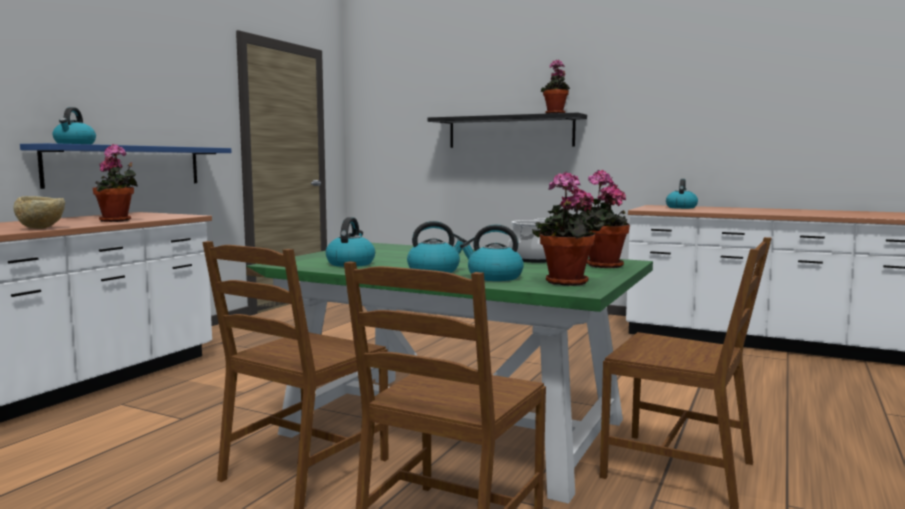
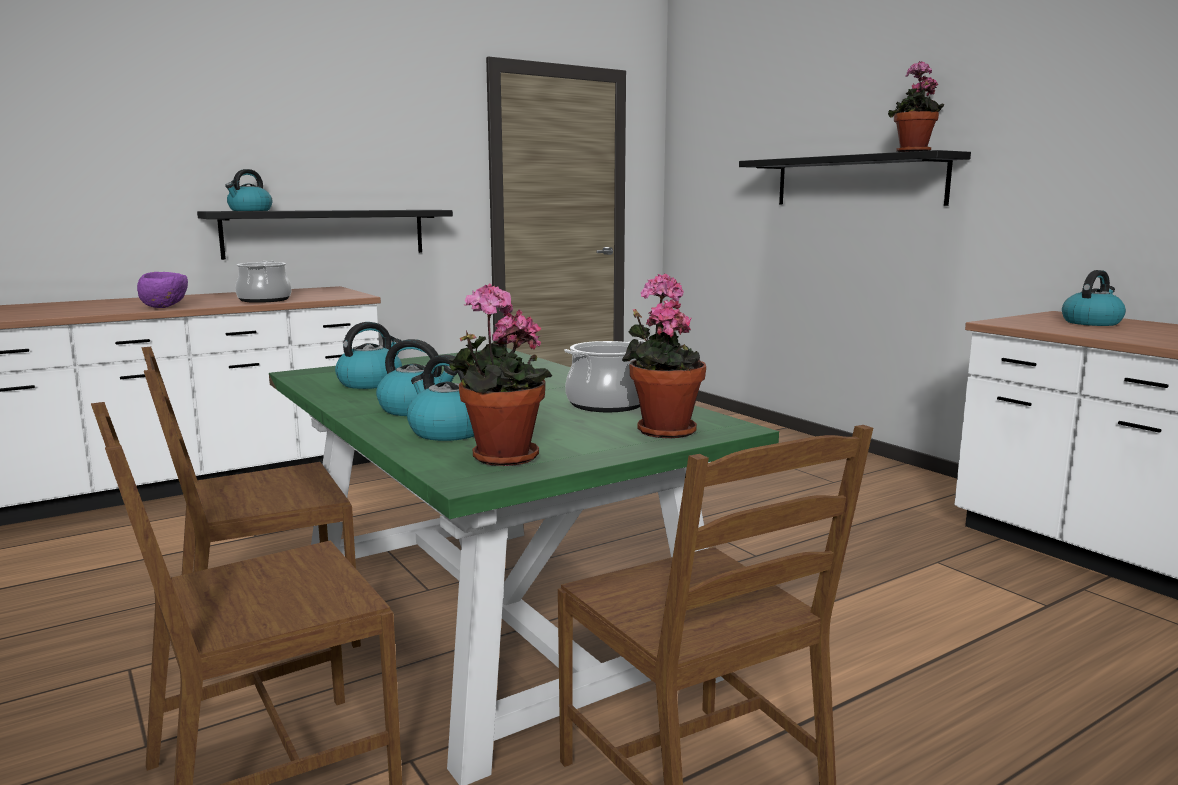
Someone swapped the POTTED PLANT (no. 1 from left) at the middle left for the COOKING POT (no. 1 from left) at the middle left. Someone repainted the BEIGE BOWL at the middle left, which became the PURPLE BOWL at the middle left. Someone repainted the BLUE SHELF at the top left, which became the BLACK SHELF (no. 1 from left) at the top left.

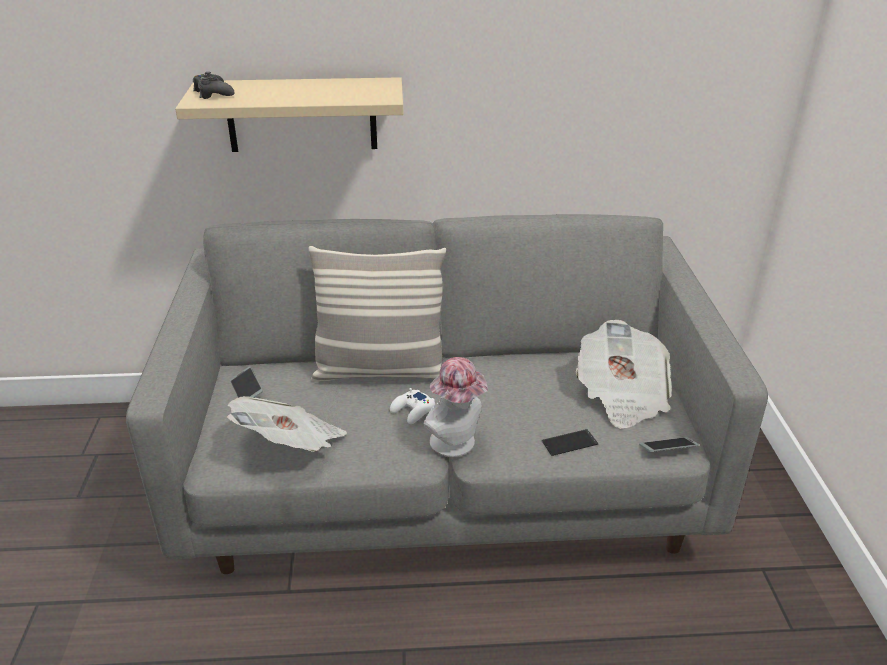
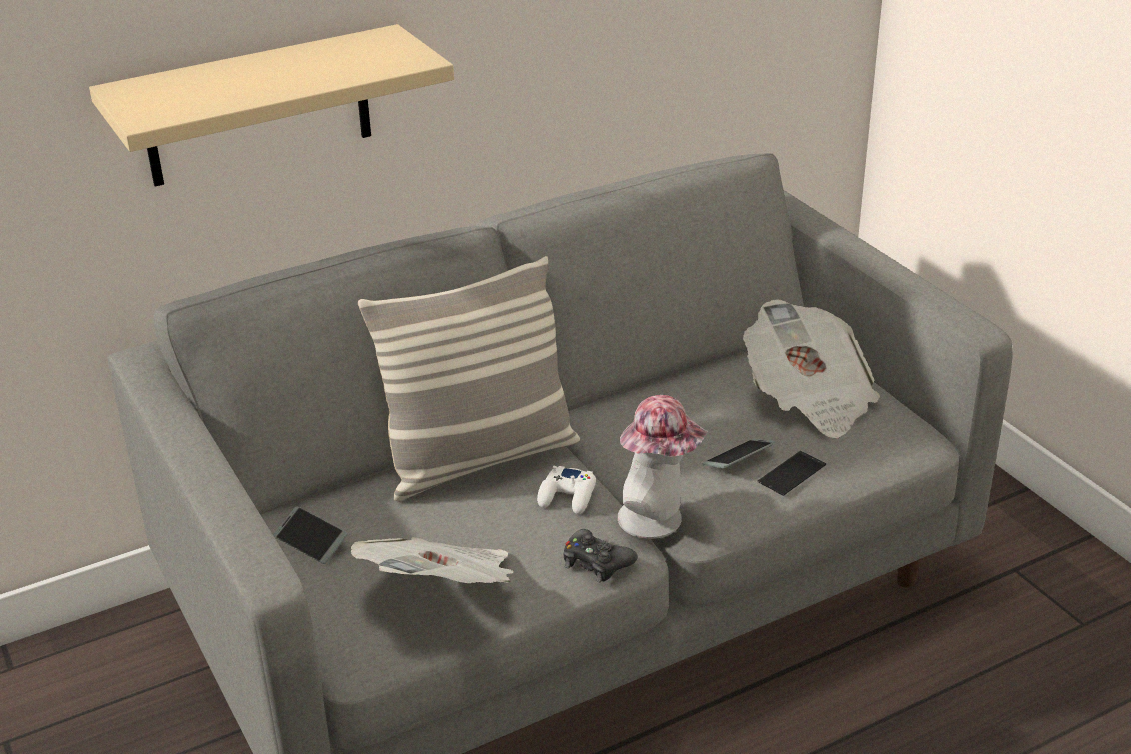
Someone carried the BLACK GAME CONTROLLER from the top left to the bottom centre. Someone carried the PHONE (no. 3 from left in the first image) from the bottom right to the centre.

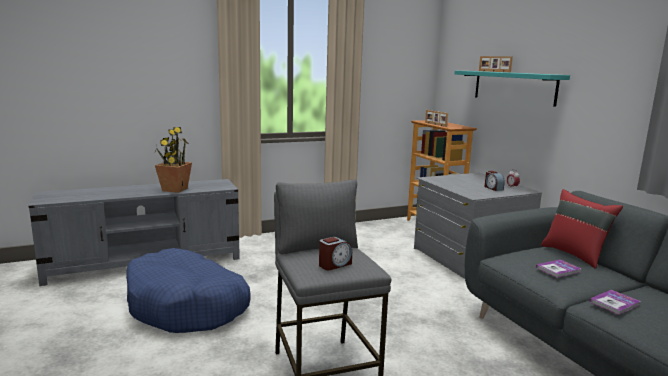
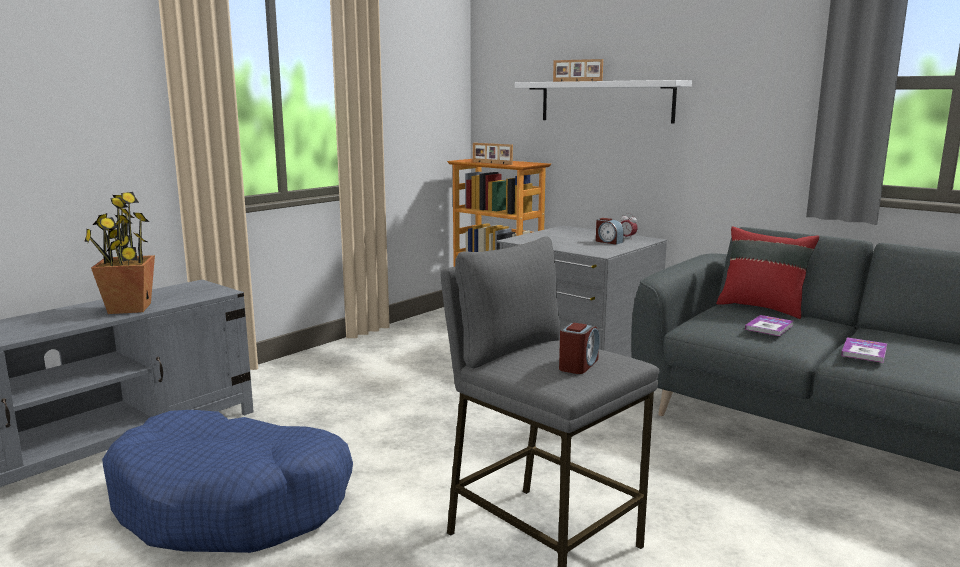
Someone repainted the TURQUOISE SHELF at the top right, which became the WHITE SHELF at the top centre.

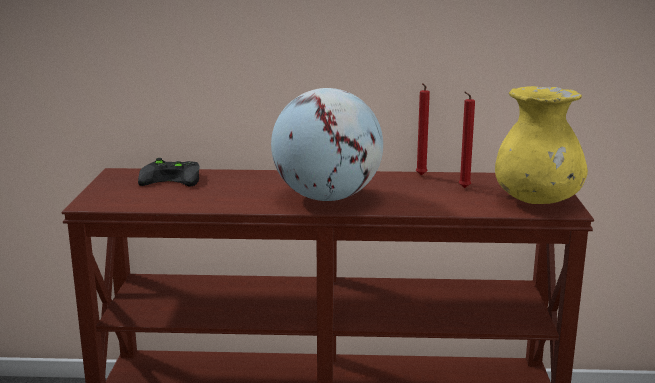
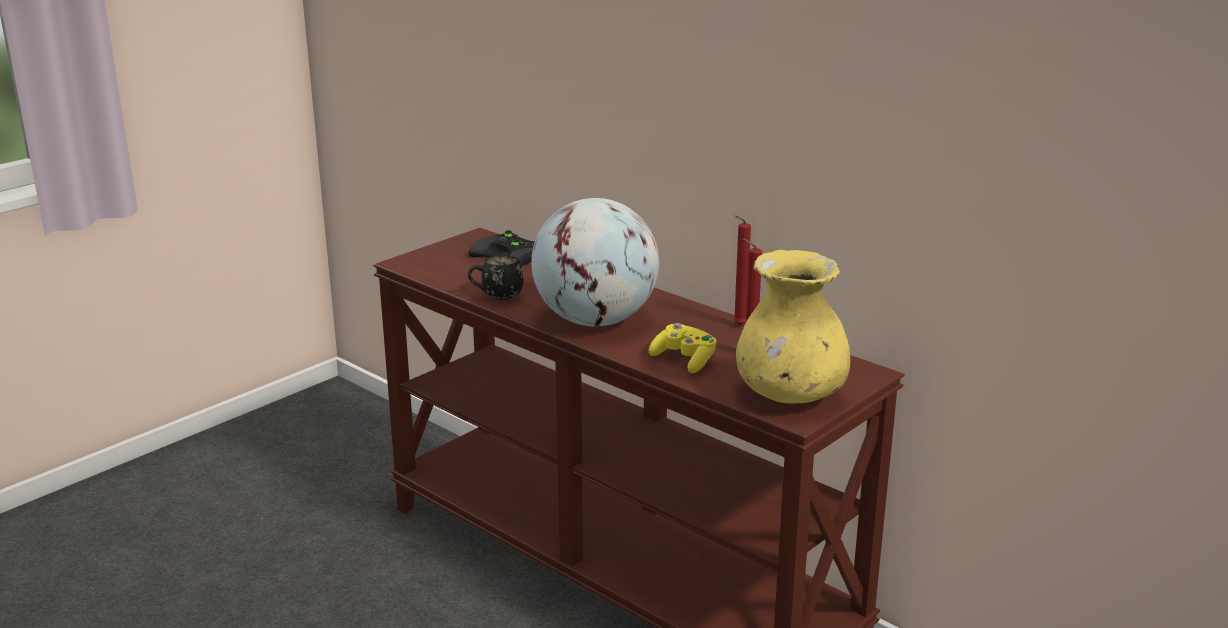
Someone put down the BLACK MUG at the centre. Someone put down the YELLOW GAME CONTROLLER at the centre.

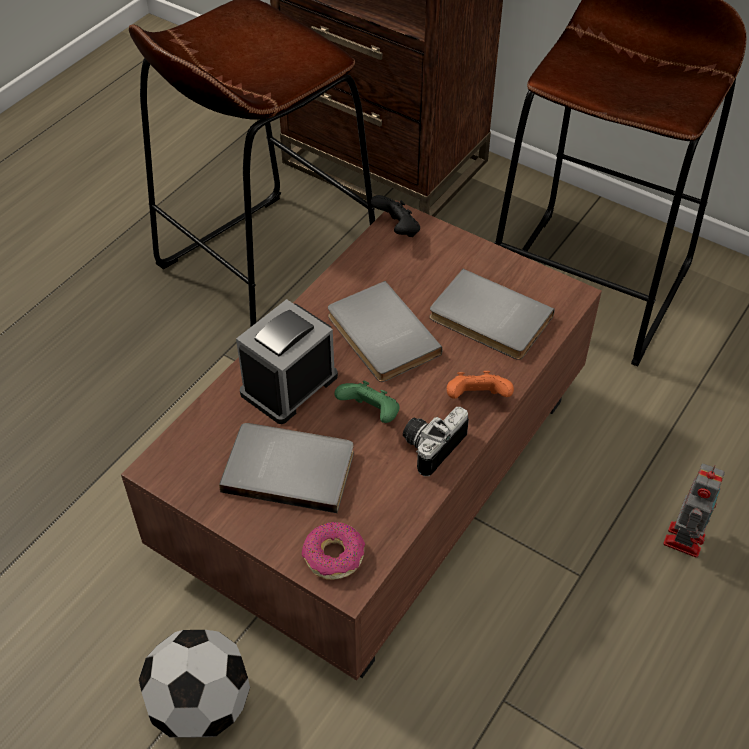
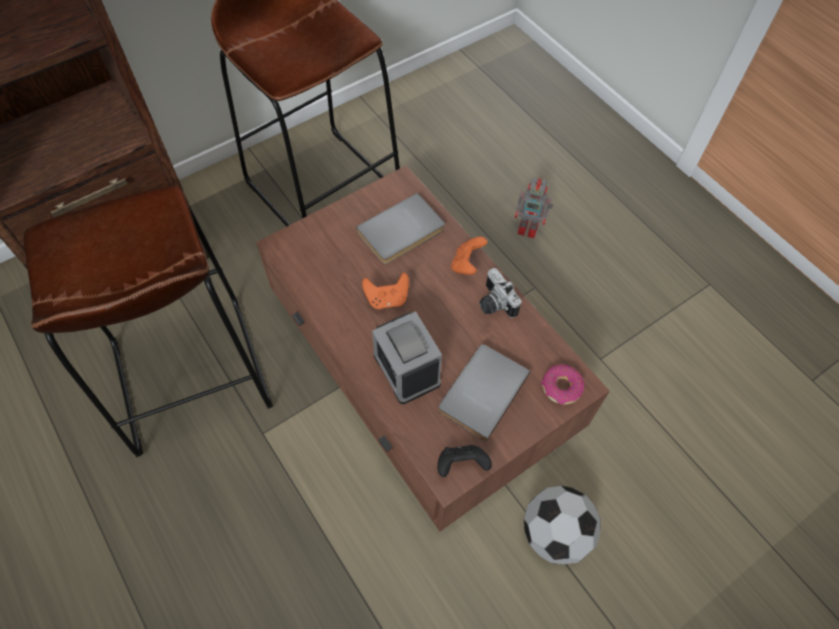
Someone took away the GREEN GAME CONTROLLER at the centre. Someone carried the BLACK GAME CONTROLLER from the top centre to the bottom centre. Someone swapped the GREY BOOK (no. 2 from left) at the centre for the ORANGE GAME CONTROLLER (no. 1 from left) at the centre. Someone rotated the TOY ROBOT at the bottom right by 150 degrees clockwise.

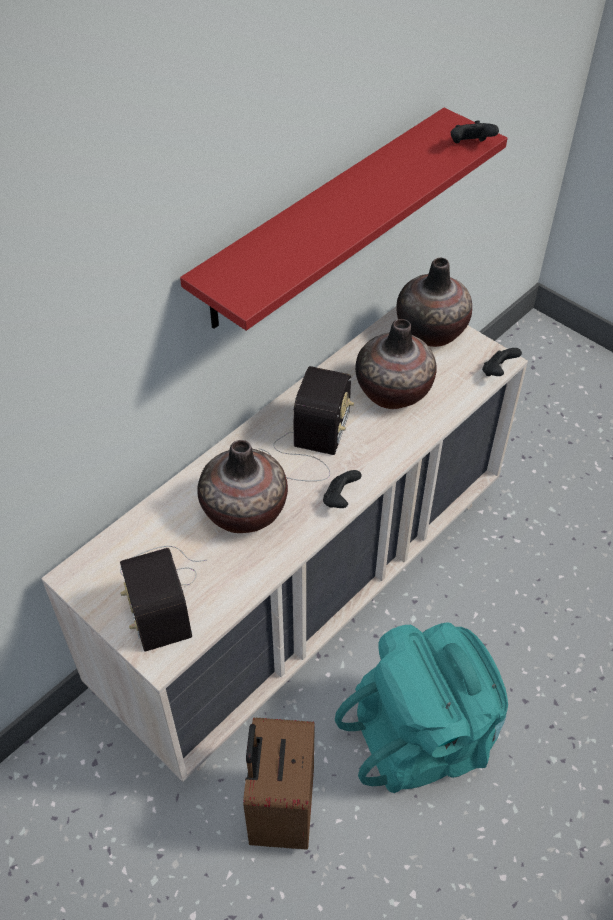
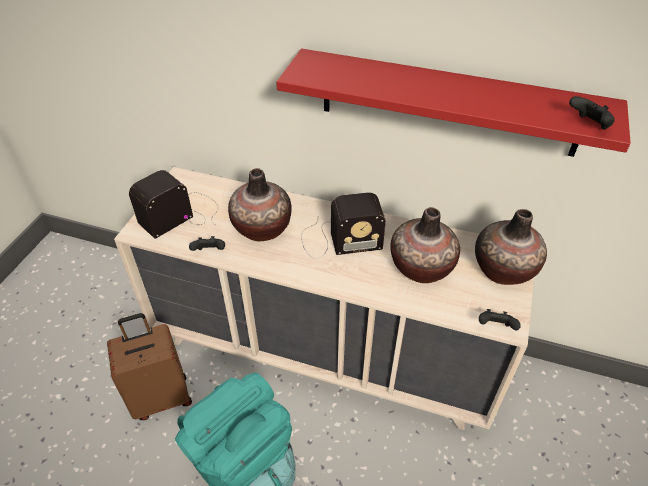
Someone carried the BLACK GAME CONTROLLER (no. 1 from left) from the centre to the middle left.

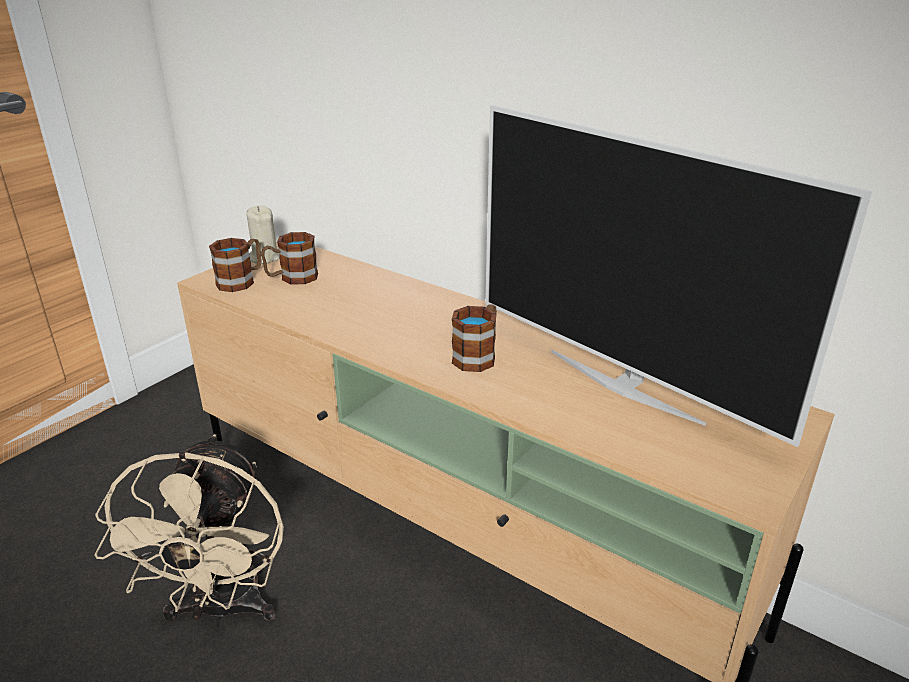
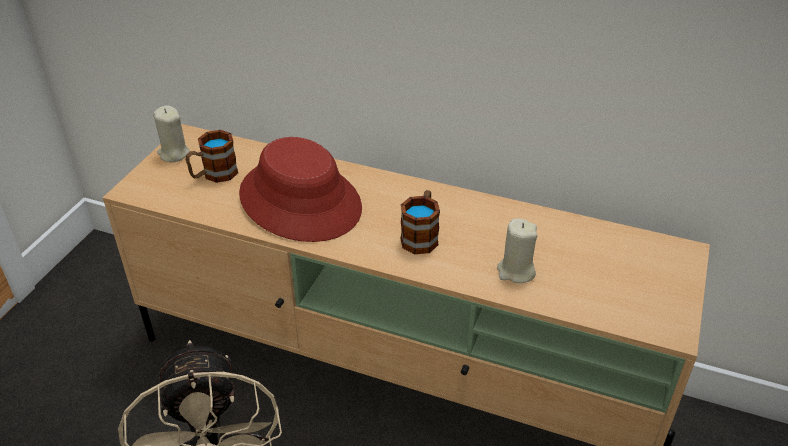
Someone took away the MUG (no. 1 from left) at the middle left. Someone took away the TELEVISION at the middle right. Someone put down the RED HAT at the centre. Someone put down the BEIGE CANDLE (no. 2 from left) at the centre.

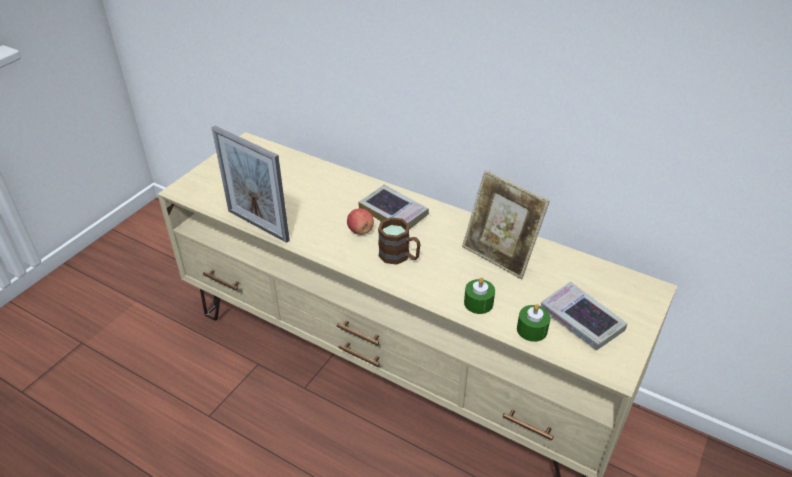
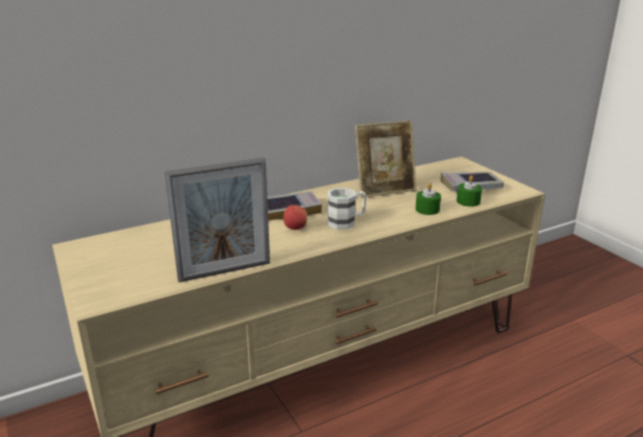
Someone repainted the BROWN MUG at the centre, which became the WHITE MUG at the centre.

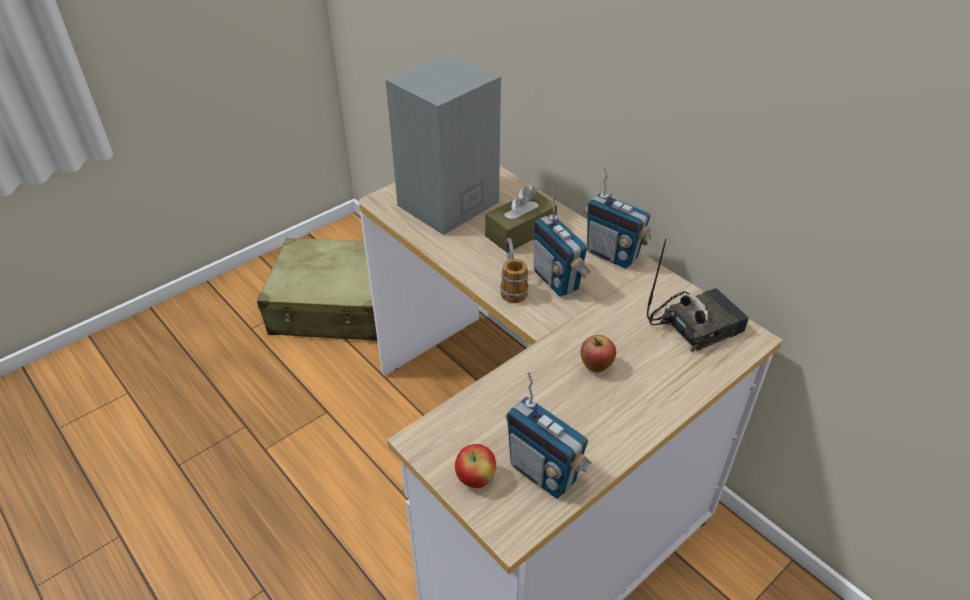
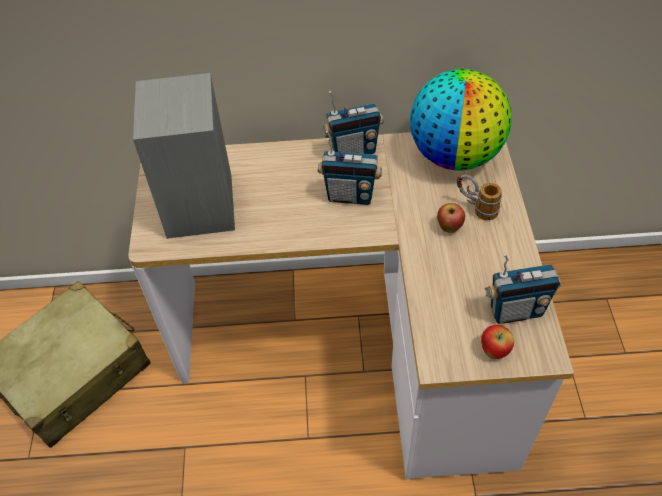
Someone took away the BROWN TISSUE BOX at the centre. Someone carried the MUG from the centre to the middle right. Someone swapped the RADIO (no. 4 from left) at the middle right for the GLOBE at the top right.

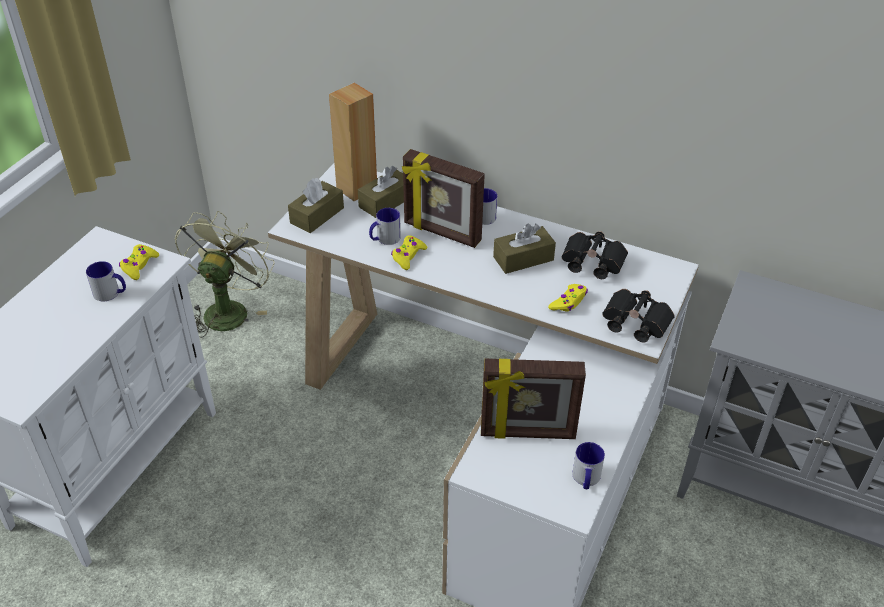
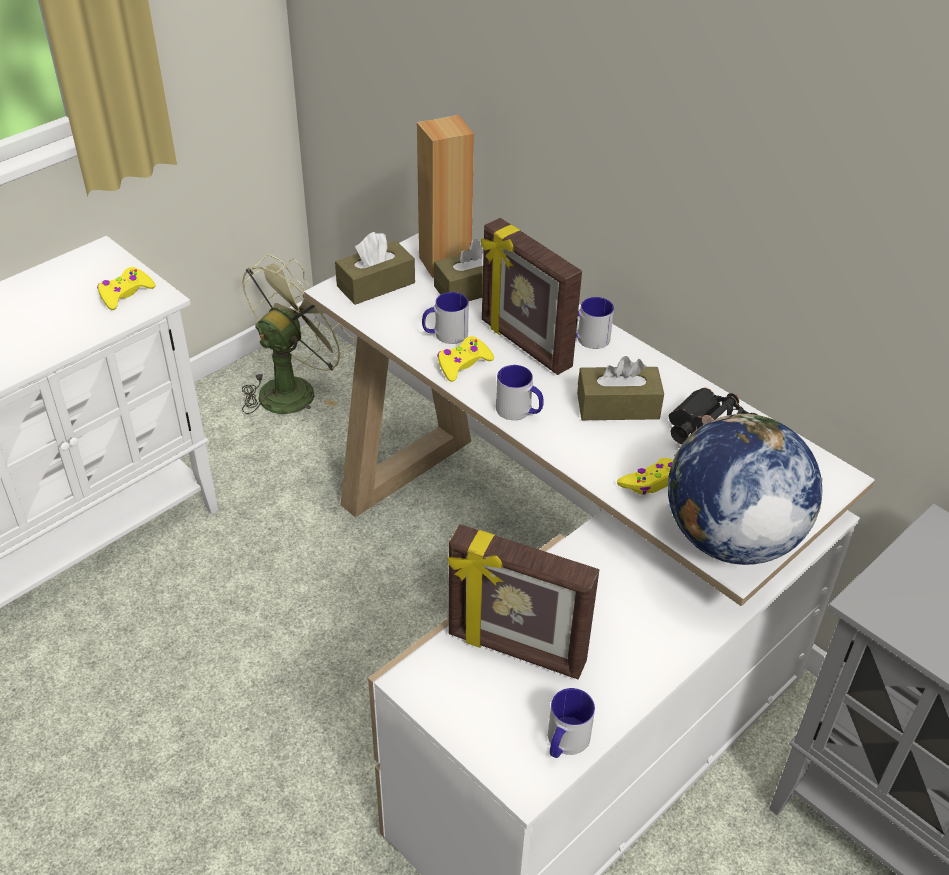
Someone carried the MUG (no. 1 from left in the first image) from the middle left to the centre. Someone swapped the BLACK BINOCULARS (no. 2 from left) at the middle right for the GLOBE at the middle right.

